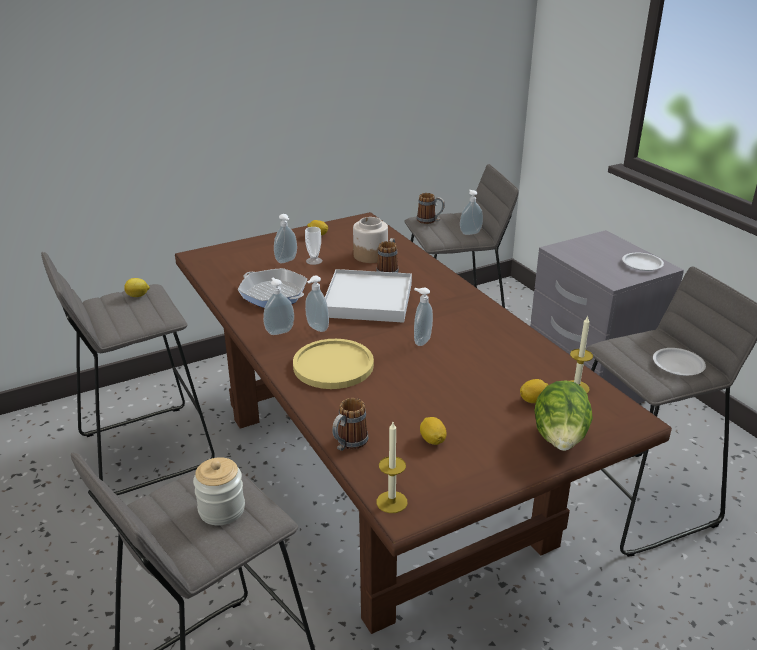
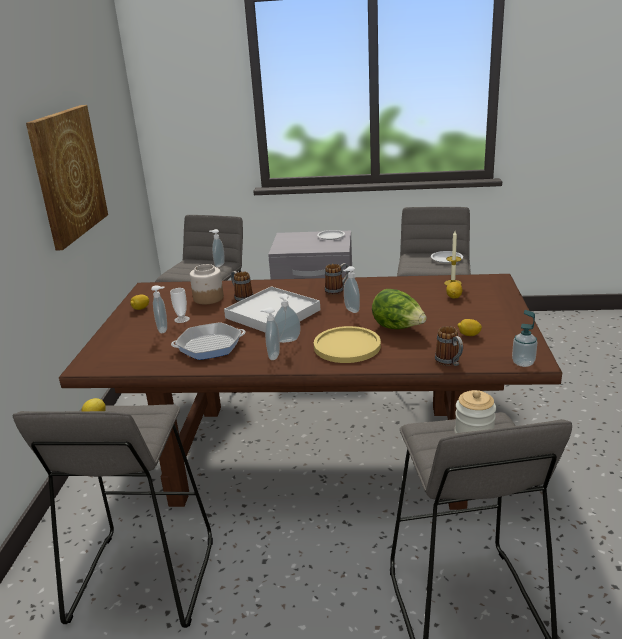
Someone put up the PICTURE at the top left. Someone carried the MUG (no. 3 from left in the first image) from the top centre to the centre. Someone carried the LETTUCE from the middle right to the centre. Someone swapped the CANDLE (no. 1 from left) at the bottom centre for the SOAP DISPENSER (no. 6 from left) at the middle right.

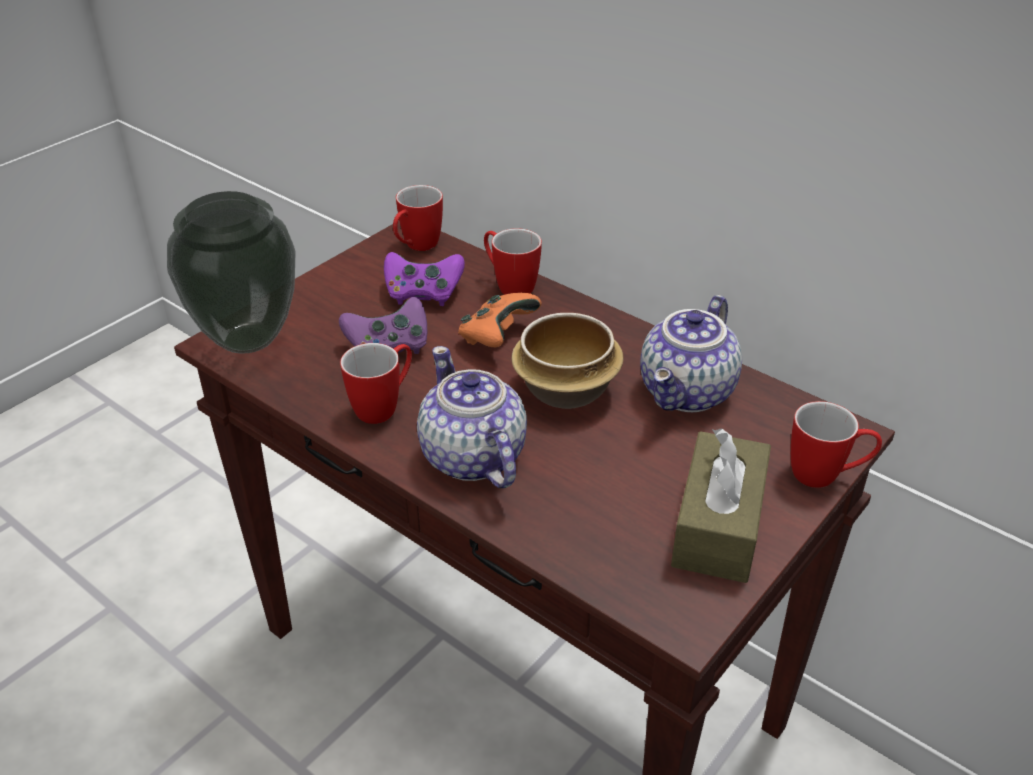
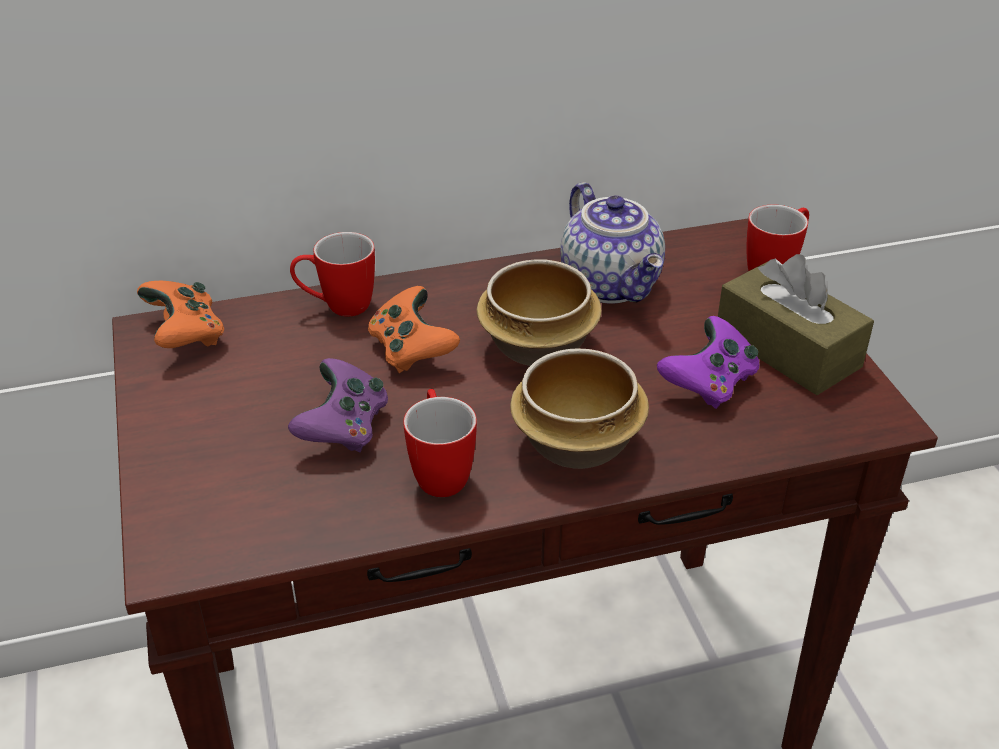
Someone took away the VASE at the middle left. Someone carried the PURPLE GAME CONTROLLER (no. 2 from left) from the centre to the middle right. Someone swapped the MUG (no. 2 from left) at the top centre for the ORANGE GAME CONTROLLER (no. 1 from left) at the middle left. Someone swapped the TEAPOT (no. 1 from left) at the centre for the BOWL (no. 2 from left) at the centre.

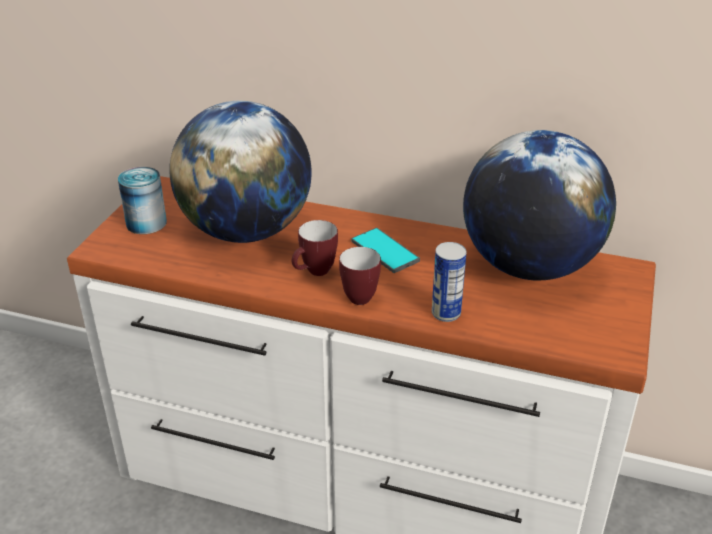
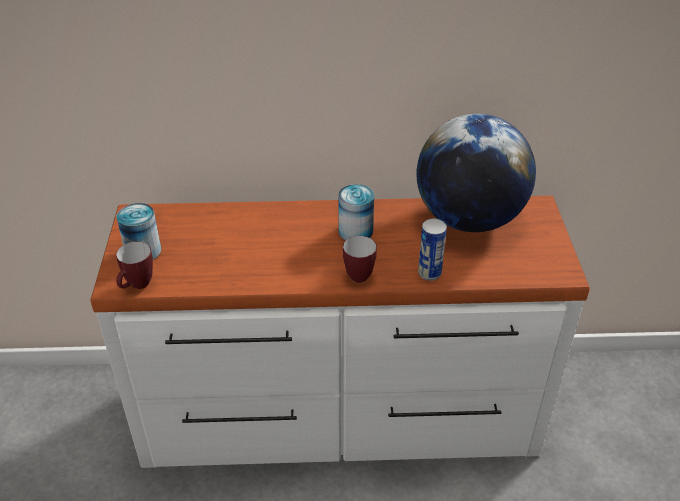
Someone took away the GLOBE (no. 1 from left) at the top centre. Someone carried the MUG (no. 1 from left) from the centre to the middle left. Someone swapped the PHONE at the centre for the CAN (no. 2 from left) at the centre.

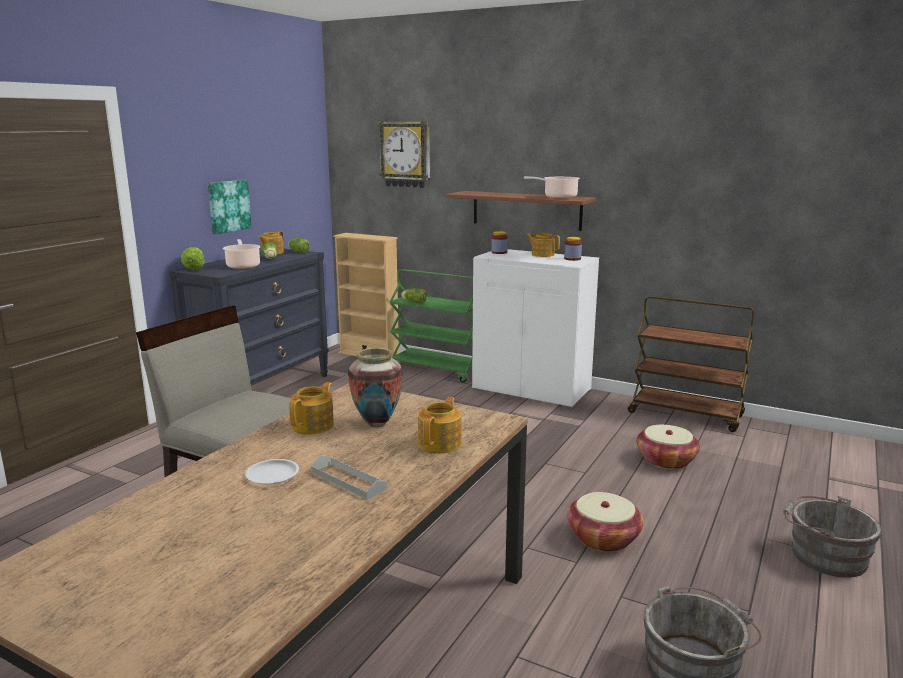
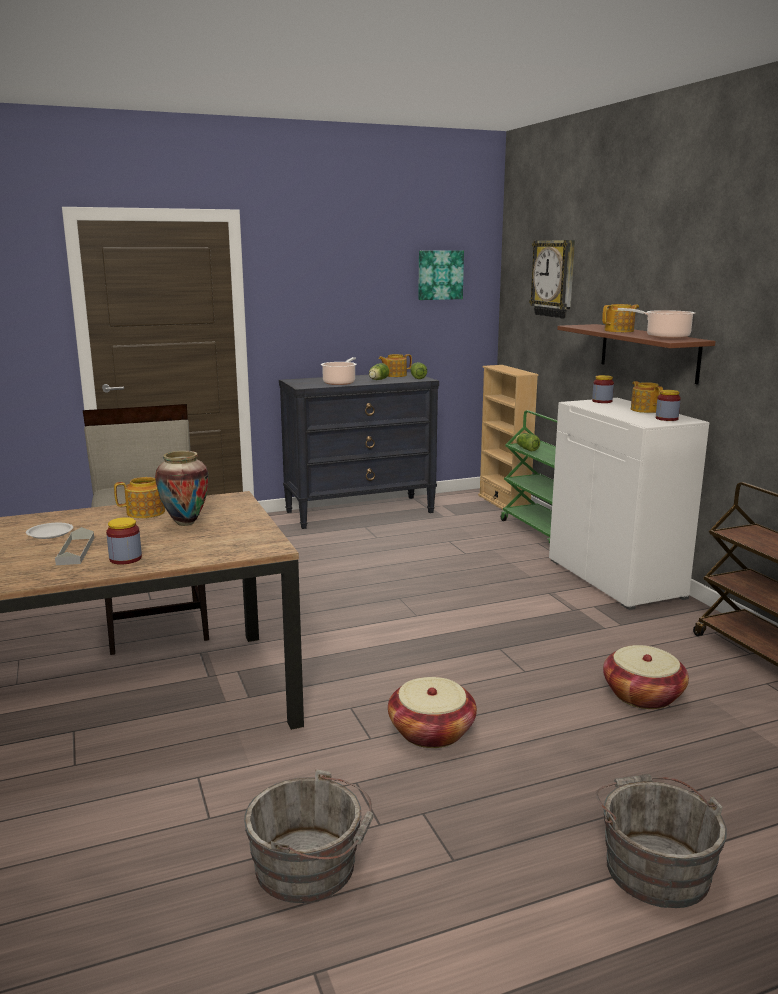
Someone took away the LETTUCE (no. 1 from left) at the middle left. Someone put down the JAR (no. 1 from left) at the middle left. Someone carried the PICTURE from the top left to the top centre. Someone carried the TEAPOT (no. 3 from left) from the centre to the top right.

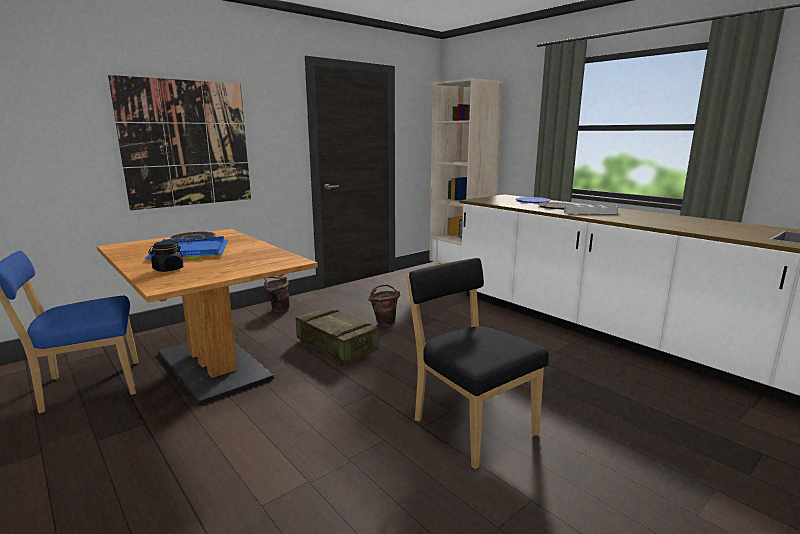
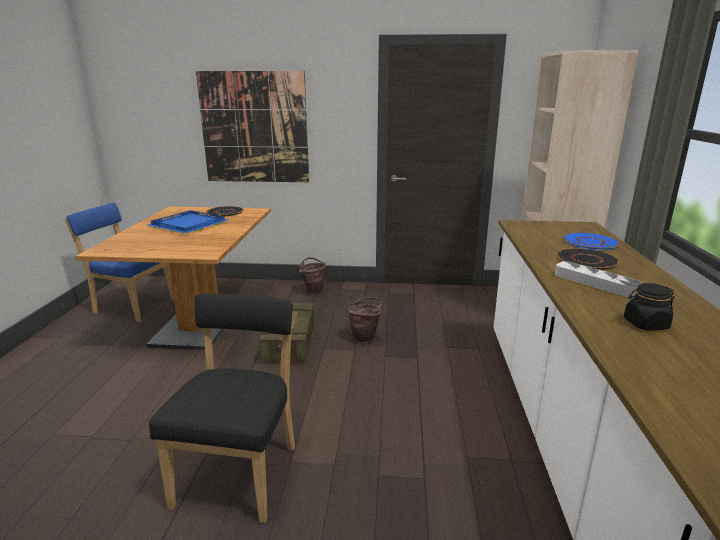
Someone carried the BLACK JAR from the middle left to the middle right.

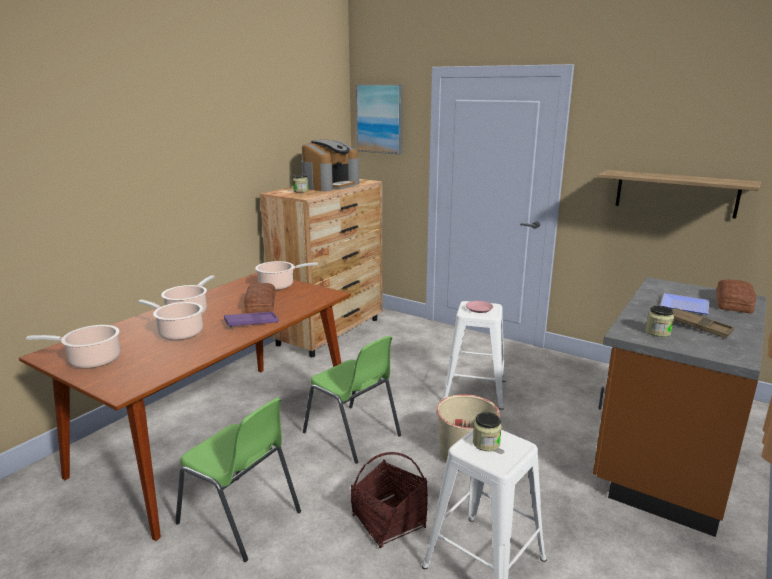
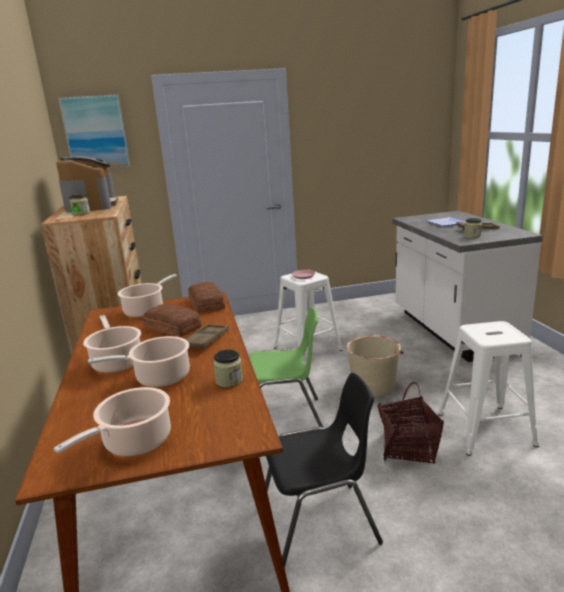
Someone took away the SHELF at the middle right. Someone carried the JAR (no. 2 from left) from the bottom centre to the centre. Someone carried the BREAD (no. 2 from left) from the middle right to the centre. Someone repainted the GREEN CHAIR (no. 1 from left) at the bottom left, which became the BLACK CHAIR at the bottom centre. Someone repainted the PURPLE TRAY at the middle left, which became the BROWN TRAY (no. 1 from left) at the centre. Someone repainted the BROWN COUNTER at the bottom right, which became the WHITE COUNTER at the middle right.

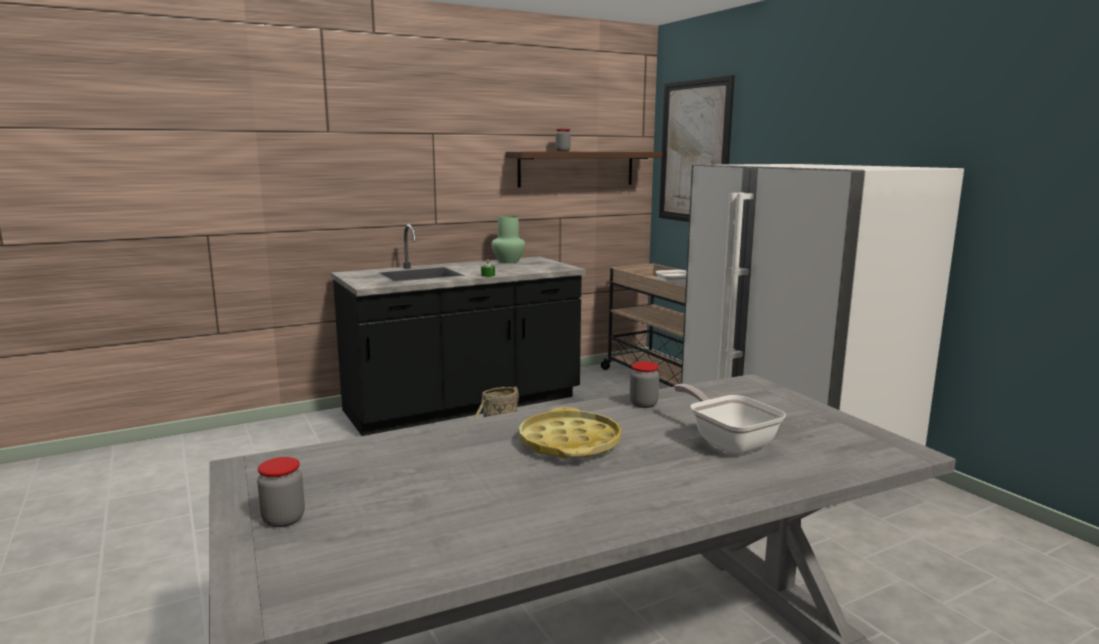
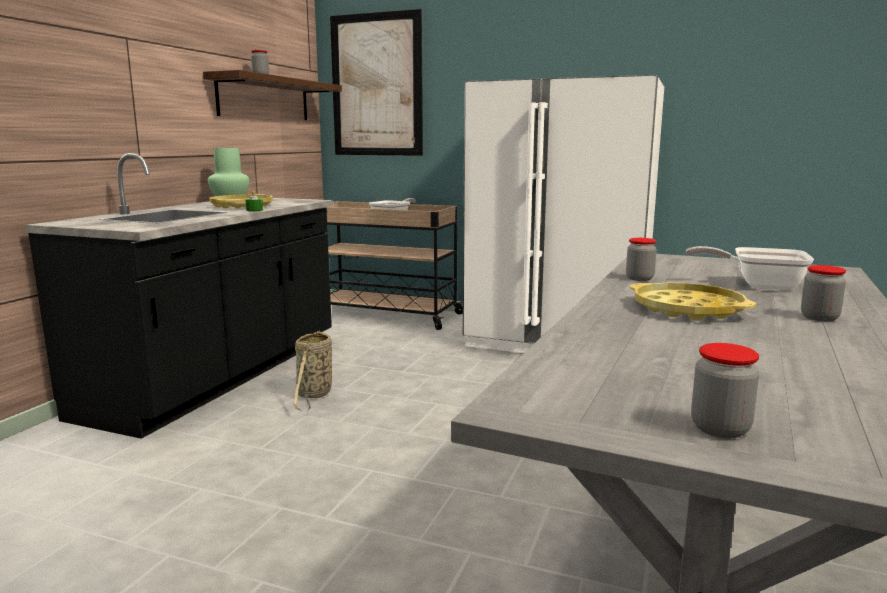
Someone put down the YELLOW TRAY (no. 1 from left) at the middle left. Someone put down the JAR (no. 4 from left) at the middle right.

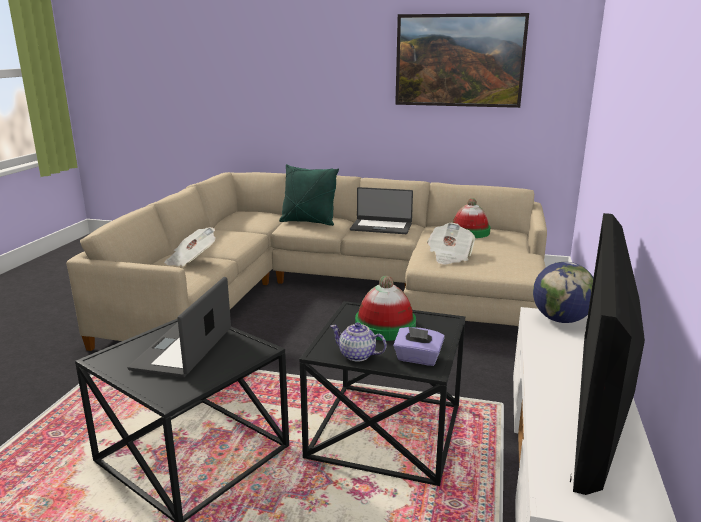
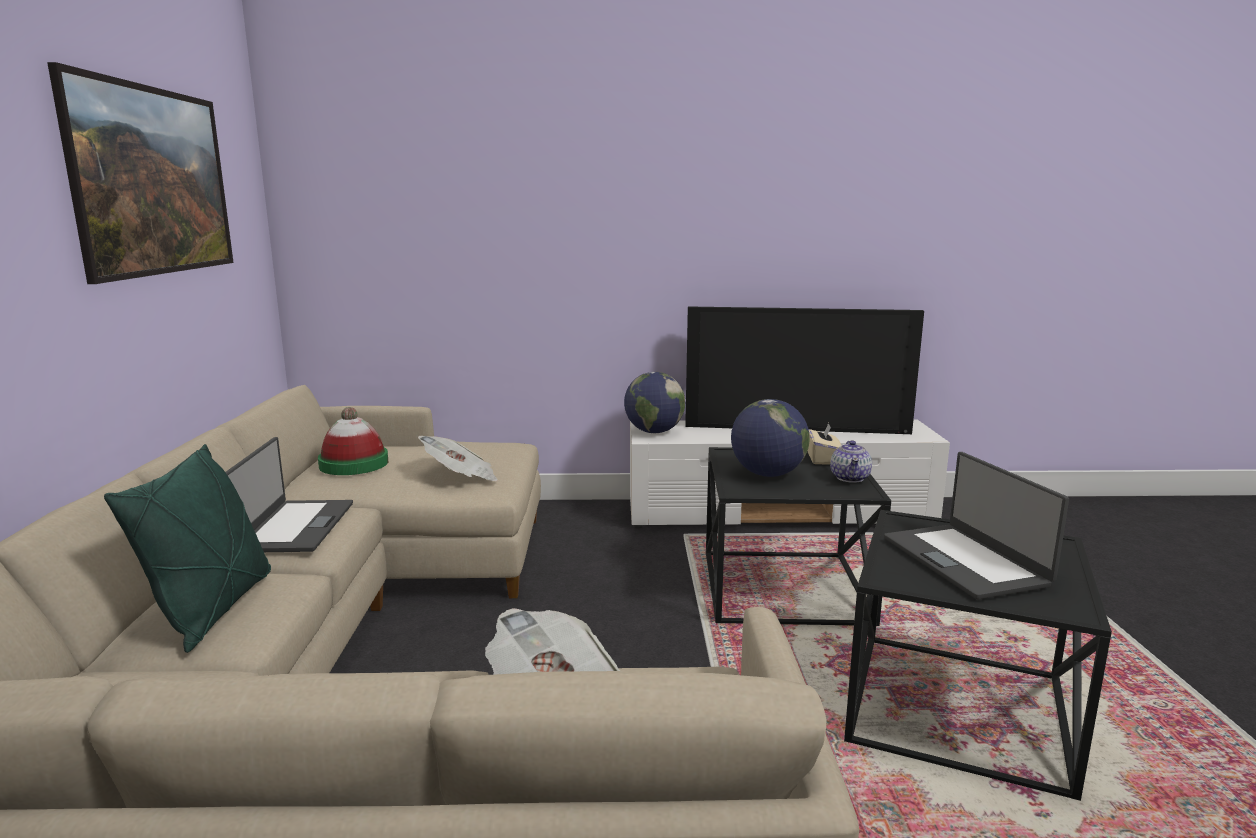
Someone swapped the HAT (no. 1 from left) at the centre for the GLOBE (no. 2 from left) at the centre. Someone repainted the PURPLE TISSUE BOX at the centre, which became the BEIGE TISSUE BOX at the centre. Someone rotated the LAPTOP (no. 1 from left in the first image) at the middle left by 75 degrees clockwise.

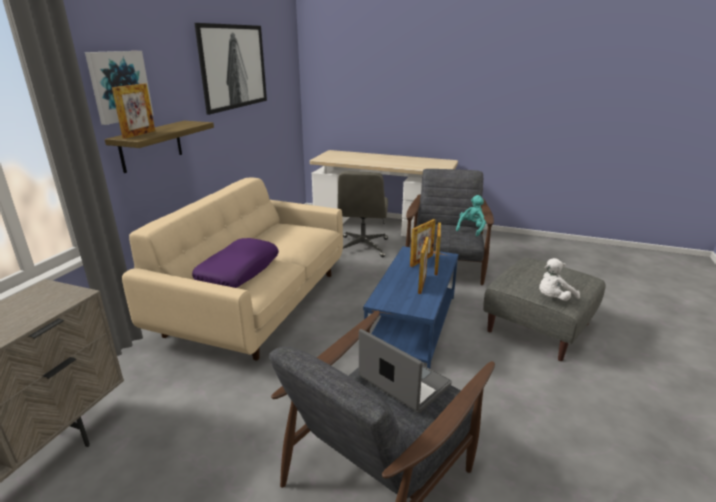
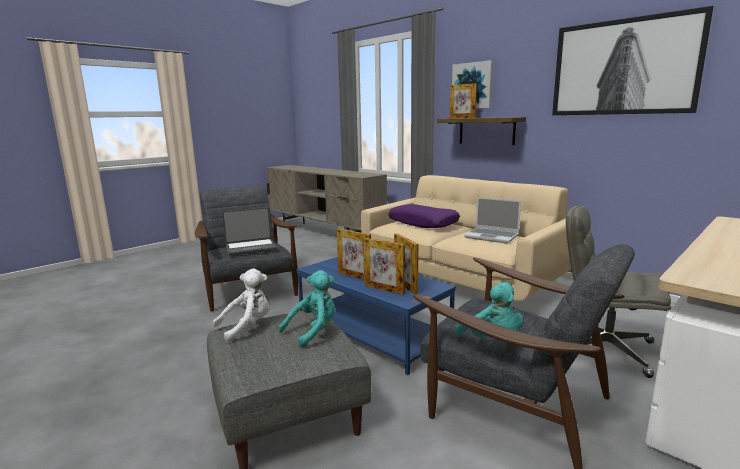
Someone put down the TURQUOISE PLUSH TOY (no. 1 from left) at the centre. Someone put down the LAPTOP (no. 2 from left) at the centre. Someone rotated the WHITE PLUSH TOY at the middle right by 60 degrees clockwise.

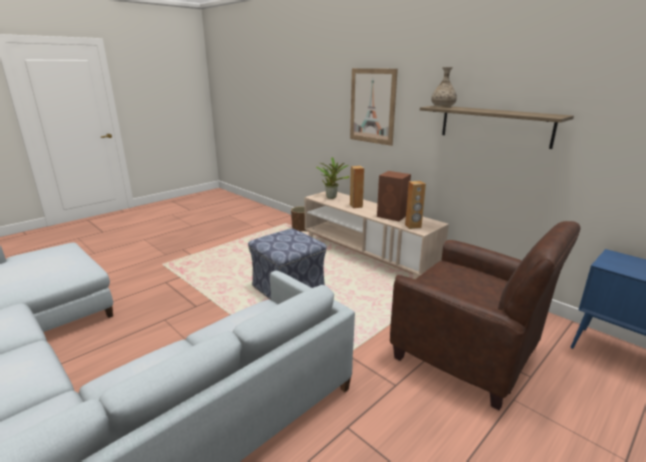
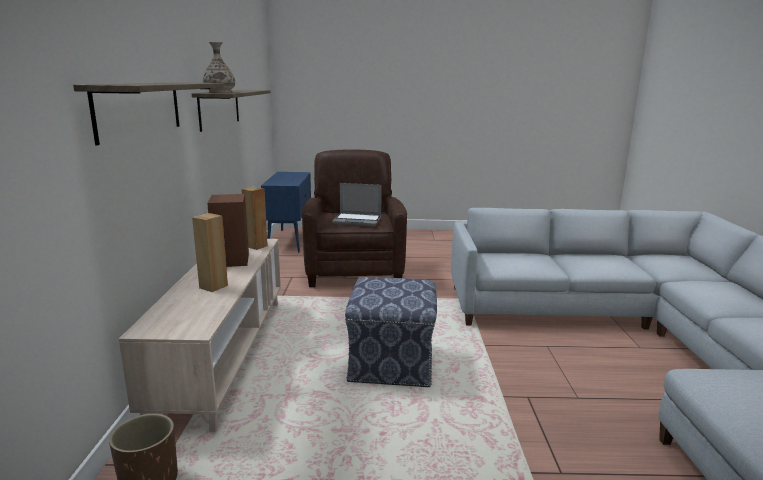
Someone took away the POTTED PLANT at the centre. Someone put down the LAPTOP at the centre. Someone swapped the PICTURE at the top centre for the SHELF (no. 1 from left) at the top left.

